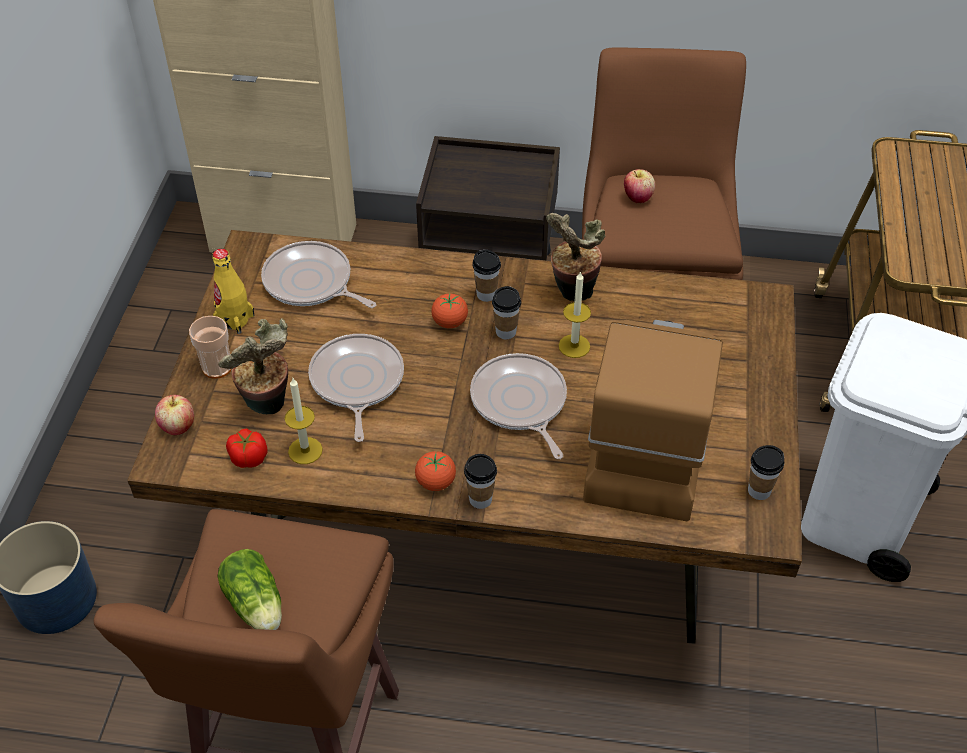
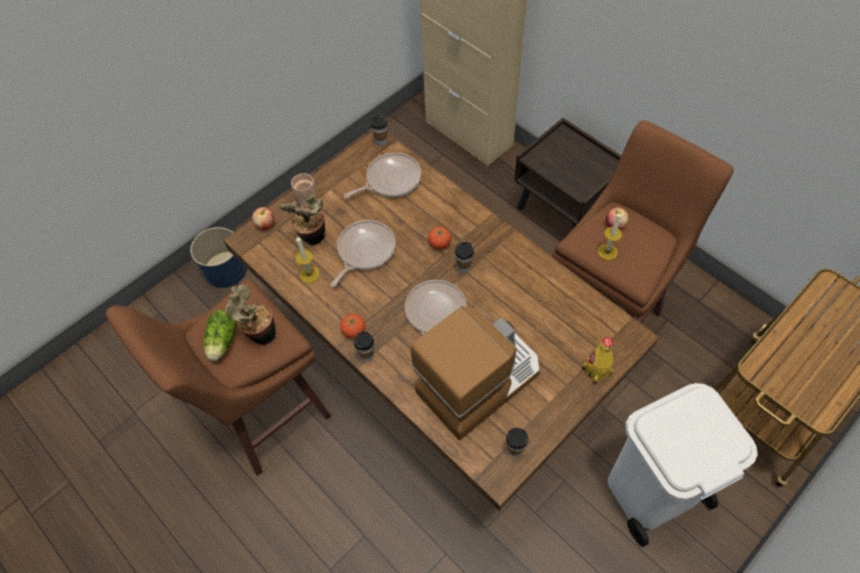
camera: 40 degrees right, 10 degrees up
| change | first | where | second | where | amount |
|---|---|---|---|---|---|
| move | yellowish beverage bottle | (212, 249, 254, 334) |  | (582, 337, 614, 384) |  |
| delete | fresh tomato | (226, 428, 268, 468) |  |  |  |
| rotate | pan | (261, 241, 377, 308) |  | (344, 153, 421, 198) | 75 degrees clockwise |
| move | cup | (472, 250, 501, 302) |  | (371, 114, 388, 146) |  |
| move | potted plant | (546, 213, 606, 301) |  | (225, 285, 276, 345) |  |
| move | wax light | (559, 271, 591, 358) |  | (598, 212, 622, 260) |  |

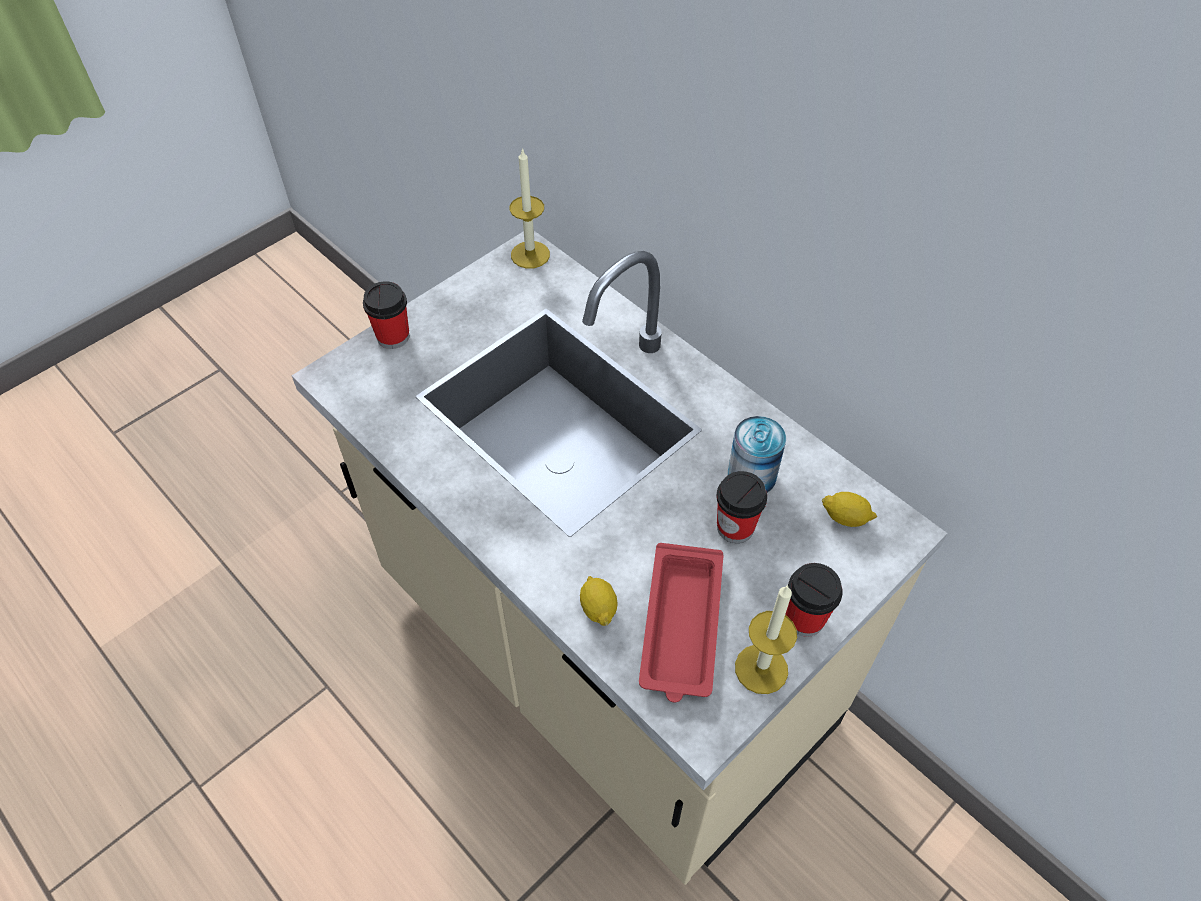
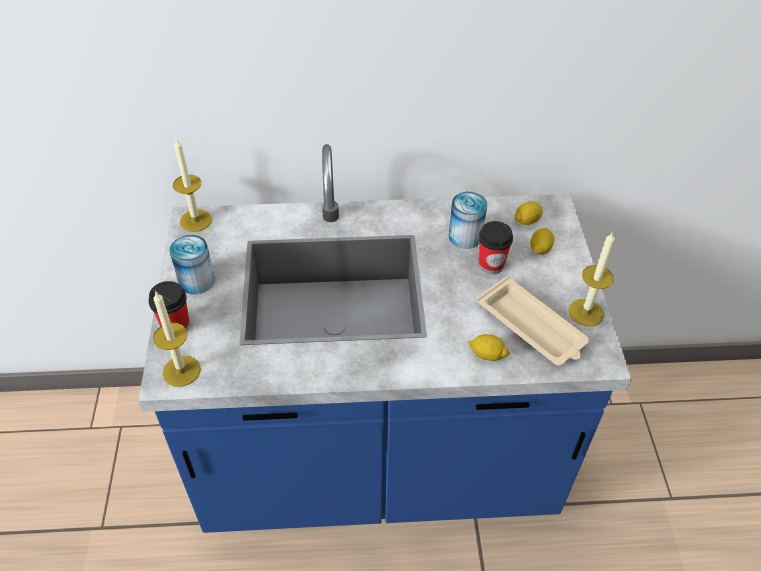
camera: 50 degrees left, 5 degrees down
| change | first | where | second | where | amount |
|---|---|---|---|---|---|
| recolor | beige-coloured kitchen counter | (292, 231, 948, 885) | blue-coloured kitchen counter | (138, 144, 632, 533) |  |
| recolor | red serving tray | (639, 543, 723, 703) | beige-coloured serving tray | (477, 276, 589, 366) |  |
| delete | cup | (785, 563, 843, 637) |  |  |  |
| insert |  |  | wax light | (153, 291, 201, 387) |  |
| insert |  |  | can | (169, 235, 215, 294) |  |
| insert |  |  | whole lemon | (530, 228, 555, 255) |  |

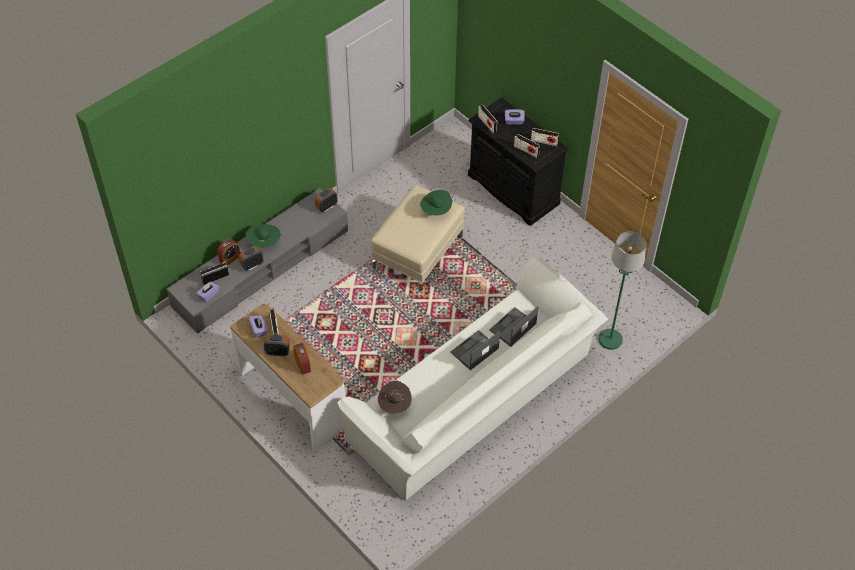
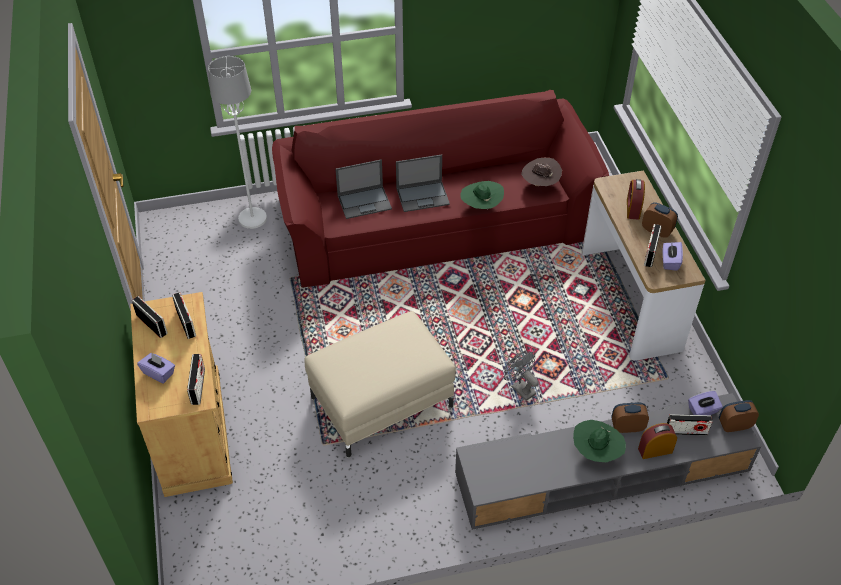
camera: 150 degrees left, 5 degrees down
| change | first | where | second | where | amount |
|---|---|---|---|---|---|
| move | table clock | (315, 188, 338, 212) |  | (719, 400, 759, 432) |  |
| recolor | whitish couch | (338, 256, 608, 500) | red couch | (272, 90, 609, 288) |  |
| move | green clothing hat | (420, 190, 453, 216) |  | (461, 181, 504, 209) |  |
| recolor | blackish cupboard | (468, 97, 568, 226) | beige-coloured cupboard | (130, 292, 233, 497) |  |
| recolor | green floor lamp | (599, 232, 646, 350) | whitish floor lamp | (208, 56, 267, 229) |  |
| insert |  |  | greyish fan | (504, 352, 539, 401) |  |

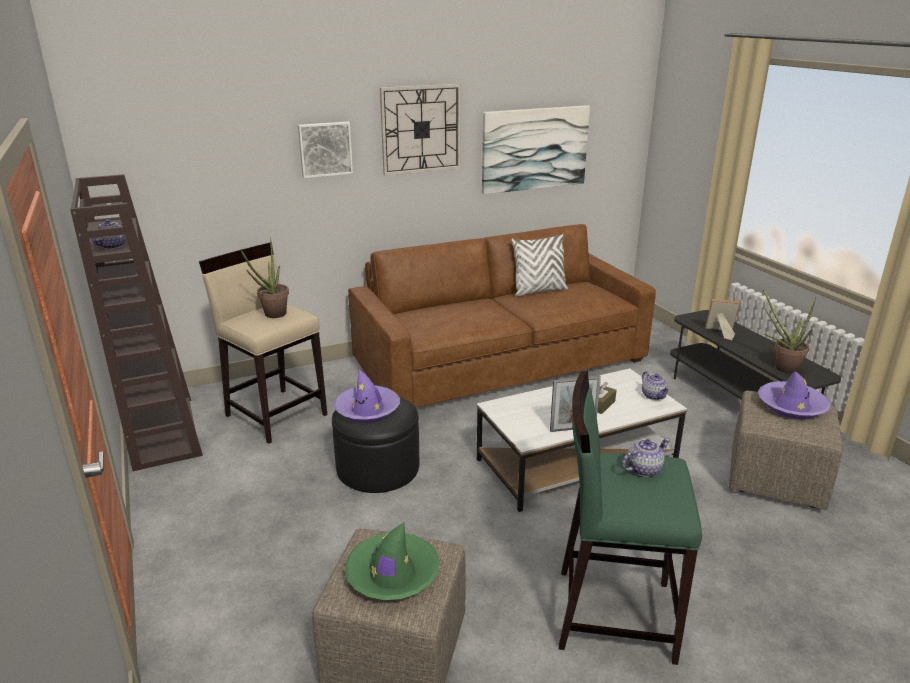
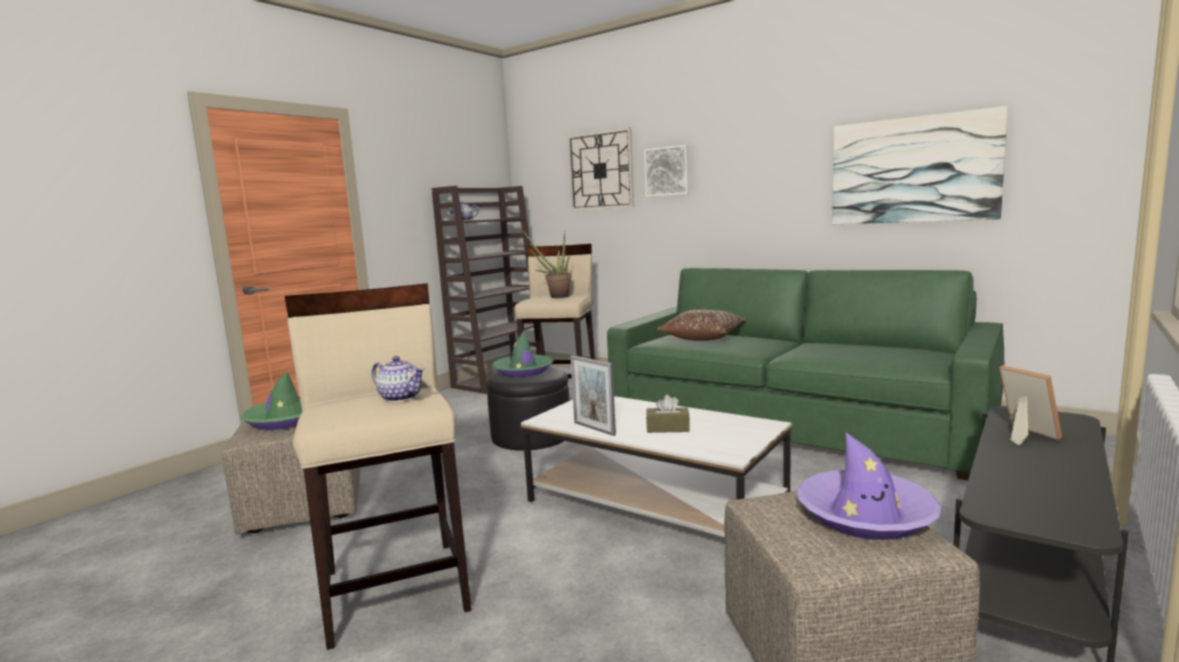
camera: 60 degrees right, 15 degrees down
| change | first | where | second | where | amount |
|---|---|---|---|---|---|
| recolor | purple-coloured clothing hat | (334, 369, 400, 423) | green clothing hat | (492, 331, 553, 377) |  |
| recolor | brownish couch | (348, 224, 656, 407) | green couch | (607, 268, 1005, 480) |  |
| move | wall clock | (380, 84, 461, 176) |  | (567, 127, 634, 211) |  |
| delete | whitish pillow | (511, 234, 568, 297) |  |  |  |
| recolor | green stool | (559, 371, 702, 665) | beige-coloured stool | (285, 283, 471, 650) |  |
| delete | tea pot | (642, 371, 670, 400) |  |  |  |
| delete | potted plant | (762, 287, 816, 374) |  |  |  |
| insert |  |  | brownish pillow | (657, 310, 746, 341) |  |

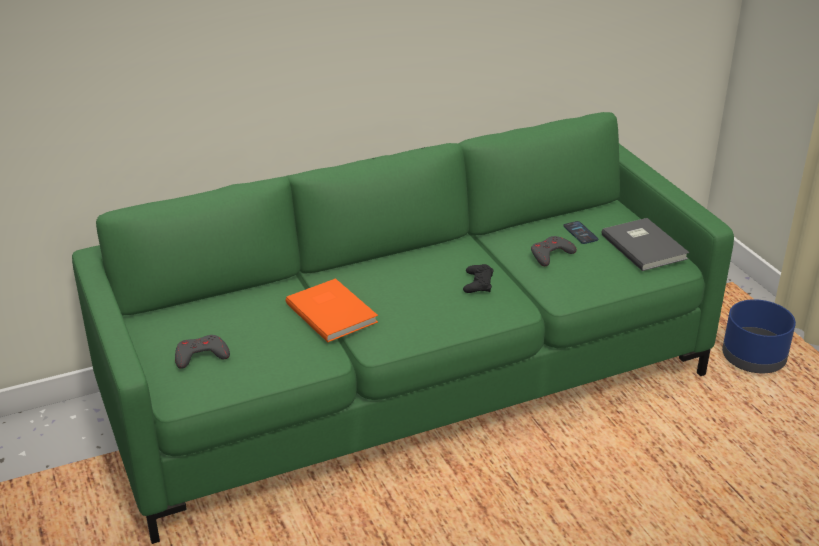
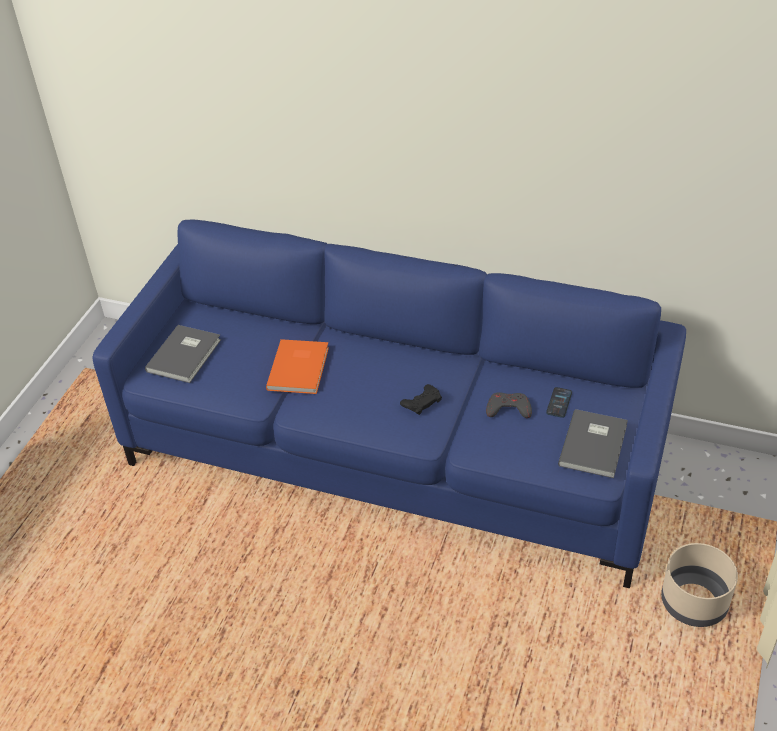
camera: 45 degrees right, 10 degrees up
| change | first | where | second | where | amount |
|---|---|---|---|---|---|
| recolor | green couch | (72, 112, 734, 544) | blue-coloured couch | (93, 220, 686, 588) |  |
| replace | greyish game controller | (175, 335, 230, 369) | greyish bound book | (145, 325, 221, 383) |  |
| recolor | blue-coloured plant pot | (722, 299, 796, 373) | beige-coloured plant pot | (661, 543, 738, 627) |  |

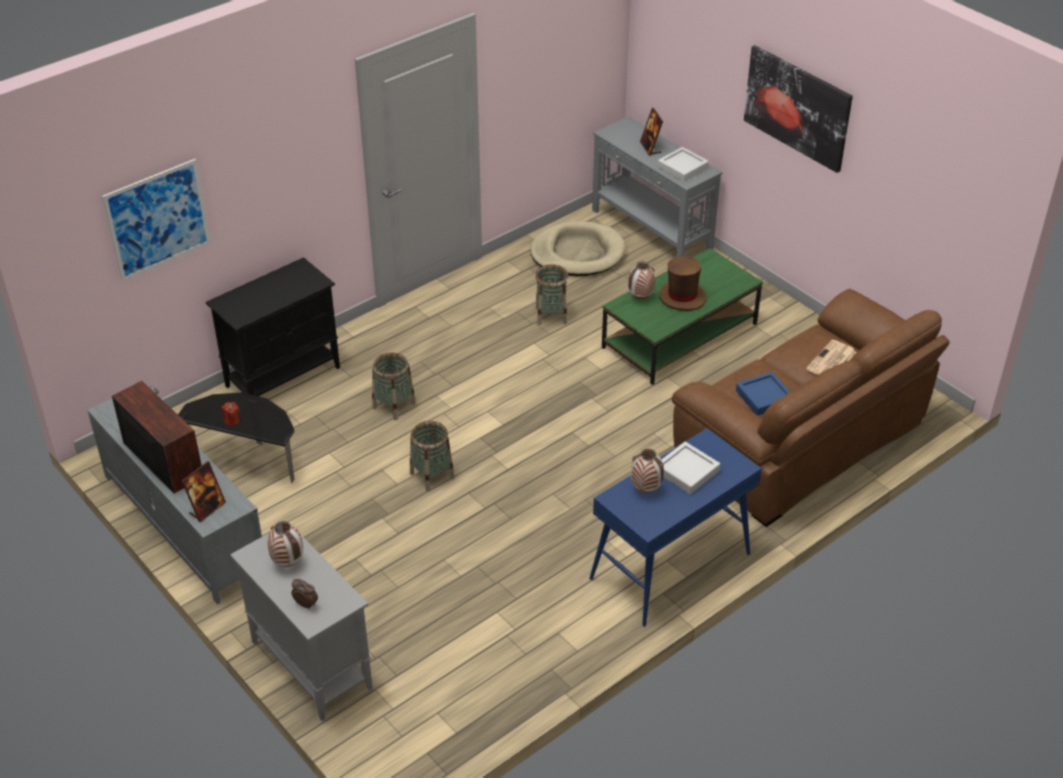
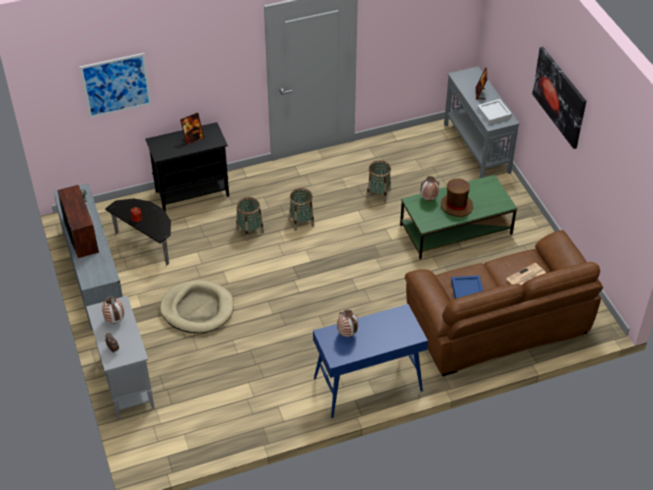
camera: 20 degrees right, 5 degrees up
| change | first | where | second | where | amount |
|---|---|---|---|---|---|
| move | picture frame | (182, 461, 226, 522) |  | (180, 112, 204, 145) |  |
| move | storage basket | (410, 421, 455, 492) |  | (289, 188, 314, 231) |  |
| move | beige-coloured dog bed | (530, 221, 626, 276) |  | (160, 280, 234, 333) |  |
| delete | greyish serving tray | (662, 442, 720, 494) |  |  |  |

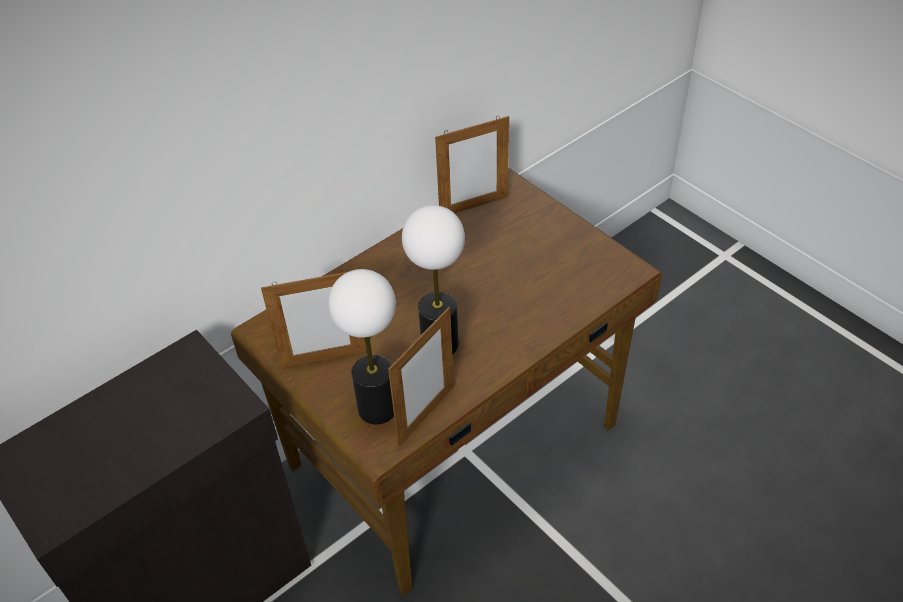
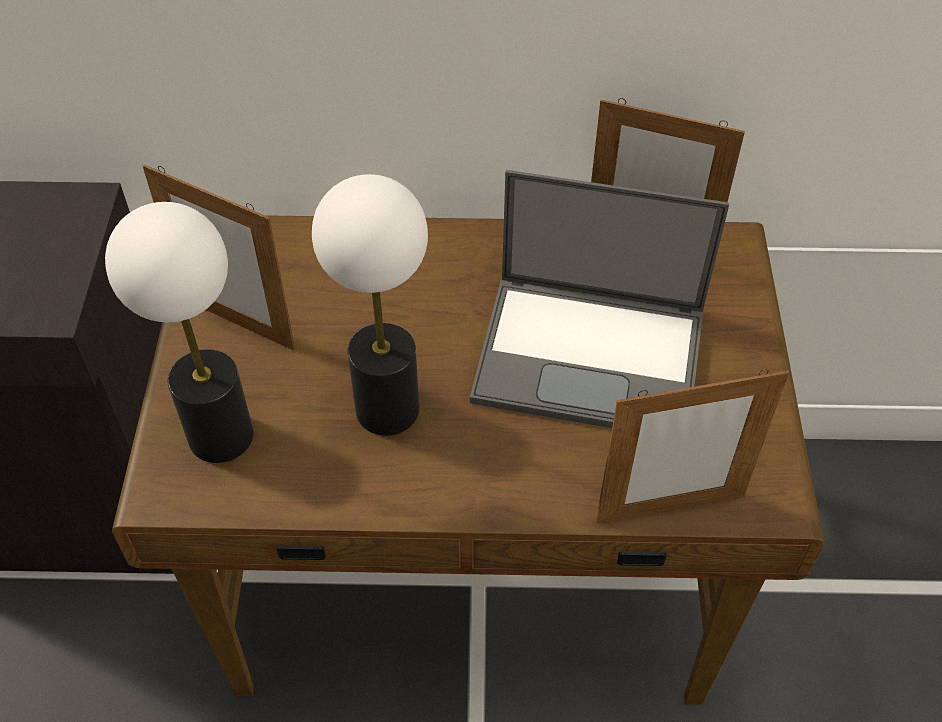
camera: 40 degrees right, 5 degrees up
| change | first | where | second | where | amount |
|---|---|---|---|---|---|
| move | picture frame | (388, 307, 454, 447) |  | (596, 369, 789, 523) |  |
| insert |  |  | laptop | (470, 170, 729, 428) |  |

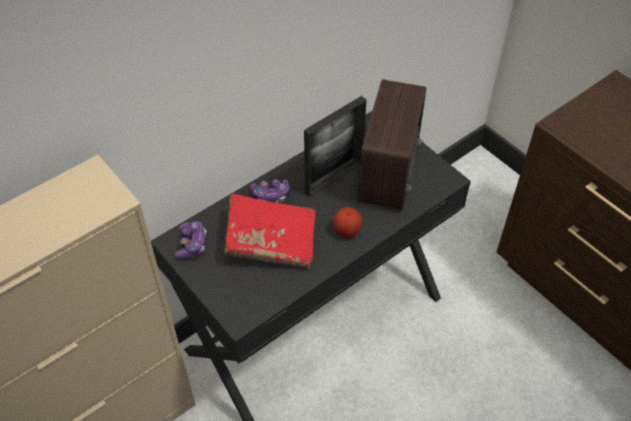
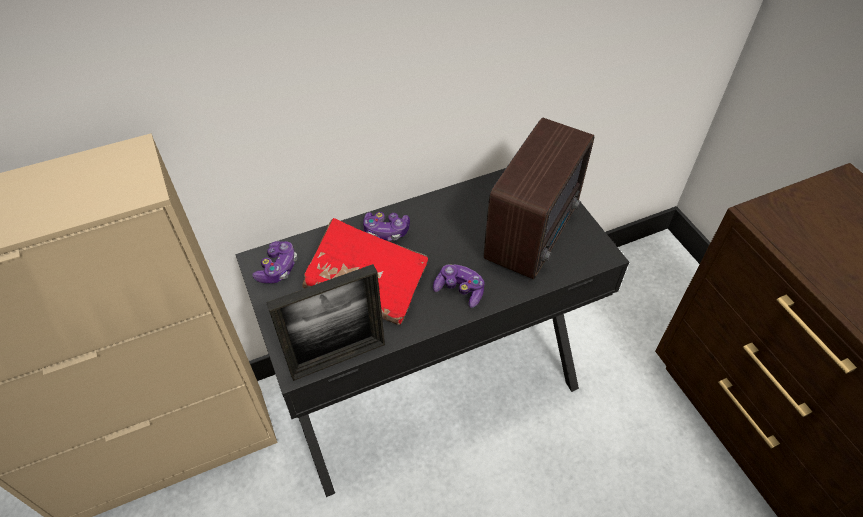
camera: 15 degrees right, 0 degrees up
| change | first | where | second | where | amount |
|---|---|---|---|---|---|
| move | picture frame | (304, 96, 367, 197) |  | (266, 264, 385, 381) |  |
| replace | whole apple | (333, 207, 362, 238) | game controller | (433, 264, 485, 308) |  |

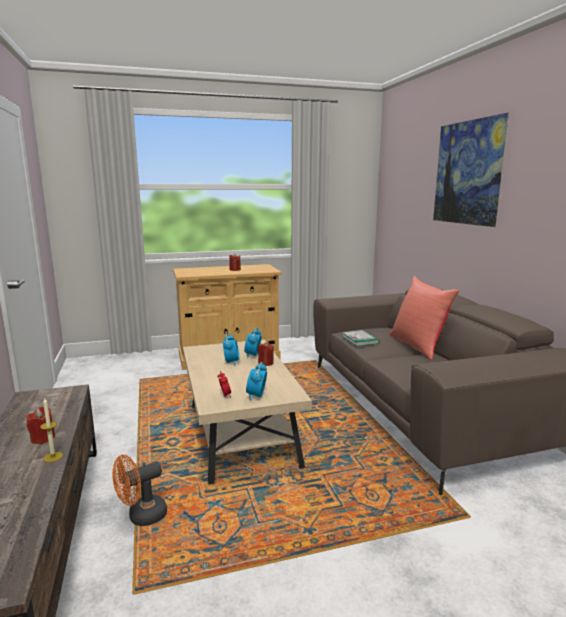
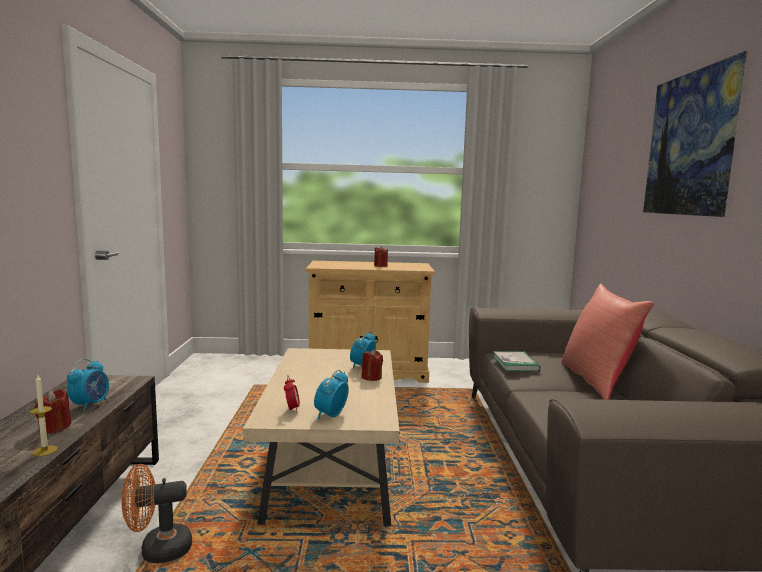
camera: 15 degrees right, 5 degrees down
| change | first | where | second | where | amount |
|---|---|---|---|---|---|
| move | table clock | (223, 333, 239, 366) |  | (67, 359, 109, 411) |  |

